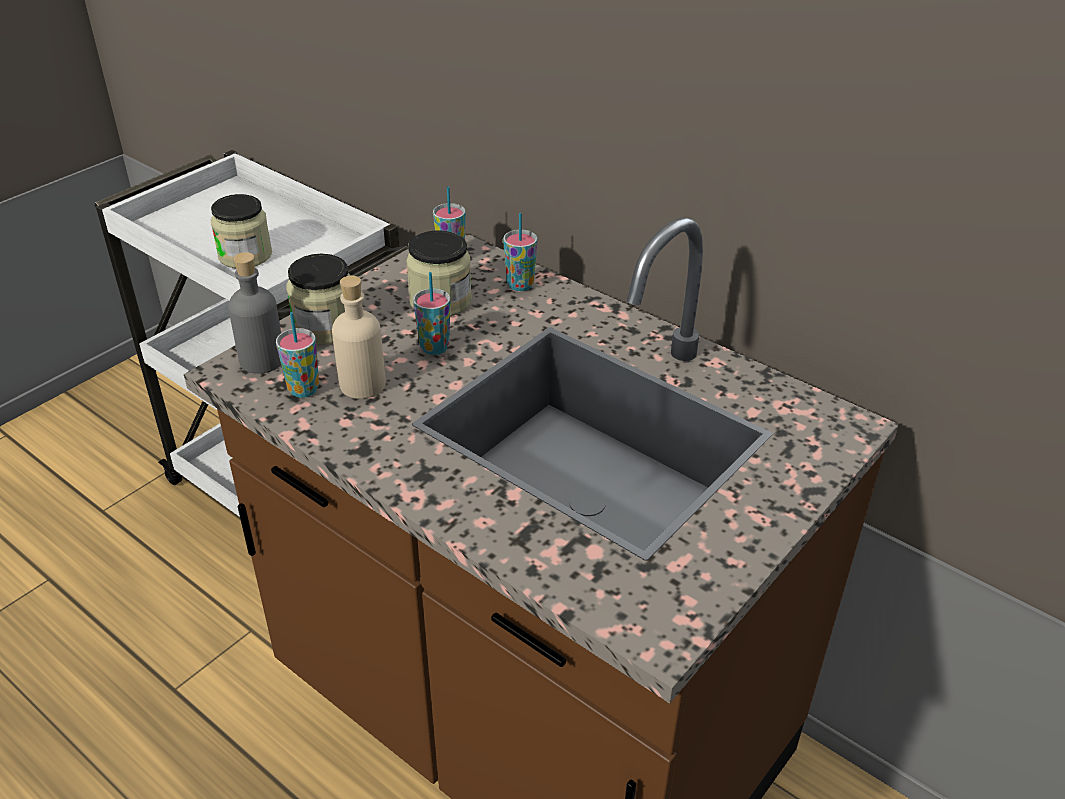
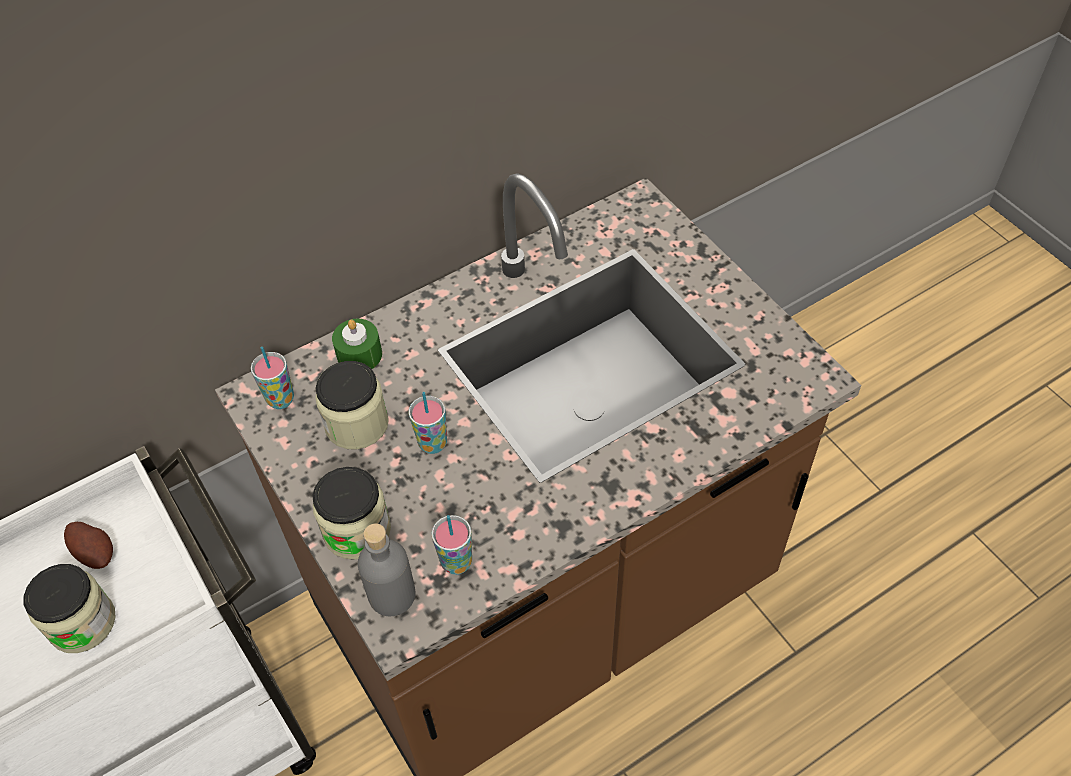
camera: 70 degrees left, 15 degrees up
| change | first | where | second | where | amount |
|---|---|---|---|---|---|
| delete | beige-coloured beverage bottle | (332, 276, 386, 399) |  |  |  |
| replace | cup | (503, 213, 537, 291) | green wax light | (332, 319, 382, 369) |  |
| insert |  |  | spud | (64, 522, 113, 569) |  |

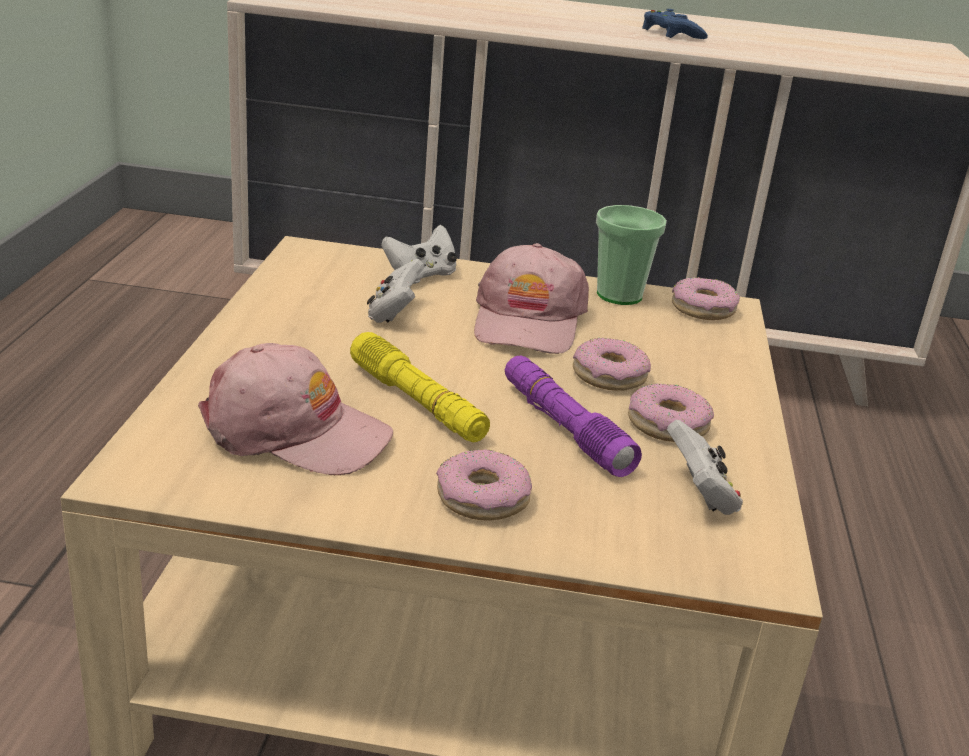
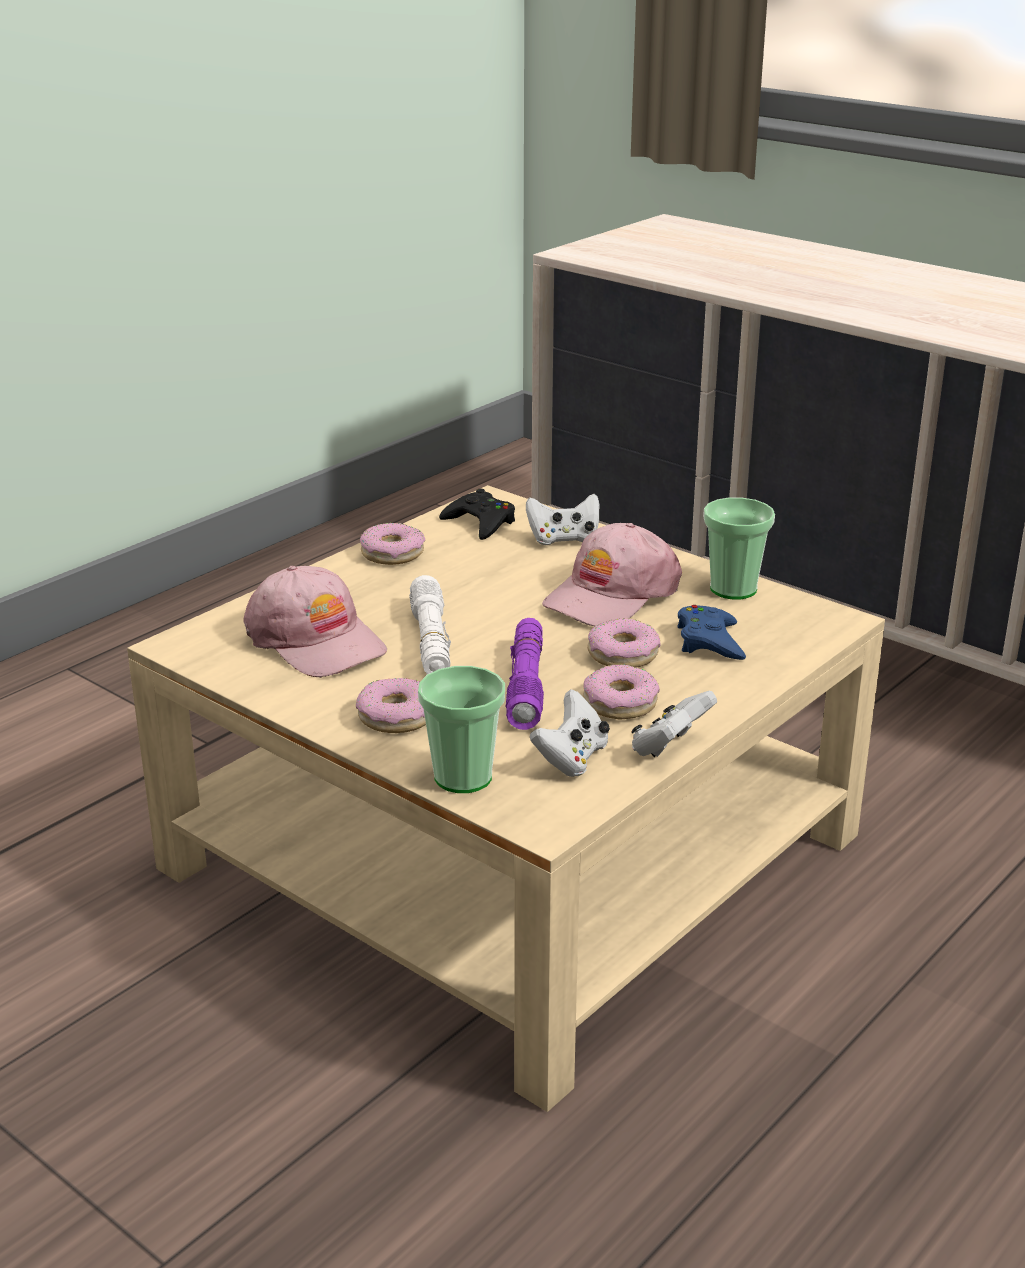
camera: 35 degrees right, 0 degrees up
| change | first | where | second | where | amount |
|---|---|---|---|---|---|
| recolor | yellowish torch | (350, 332, 490, 442) | whitish torch | (409, 575, 451, 674) |  |
| move | whitish game controller | (367, 259, 424, 323) |  | (632, 691, 717, 757) |  |
| move | blue-coloured game controller | (642, 9, 708, 39) |  | (677, 605, 746, 660) |  |
| move | ring doughnut | (672, 277, 740, 320) |  | (360, 523, 425, 565) |  |
| insert |  |  | cup | (418, 666, 505, 793) |  |
| insert |  |  | blackish game controller | (439, 489, 515, 540) |  |

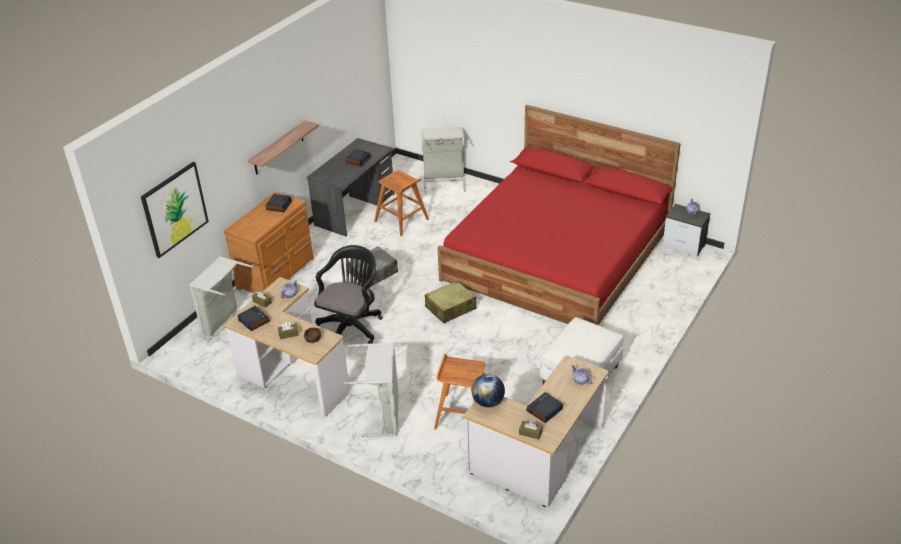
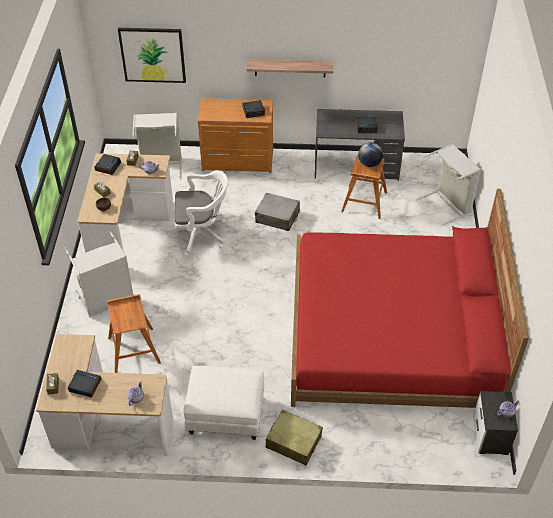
camera: 60 degrees right, 10 degrees up
| change | first | where | second | where | amount |
|---|---|---|---|---|---|
| recolor | blackish computer chair | (314, 245, 382, 344) | whitish computer chair | (166, 170, 228, 256) |  |
| move | beige-coloured piece of luggage | (425, 281, 476, 323) |  | (266, 409, 323, 466) |  |
| move | globe | (472, 374, 505, 407) |  | (358, 142, 383, 167) |  |

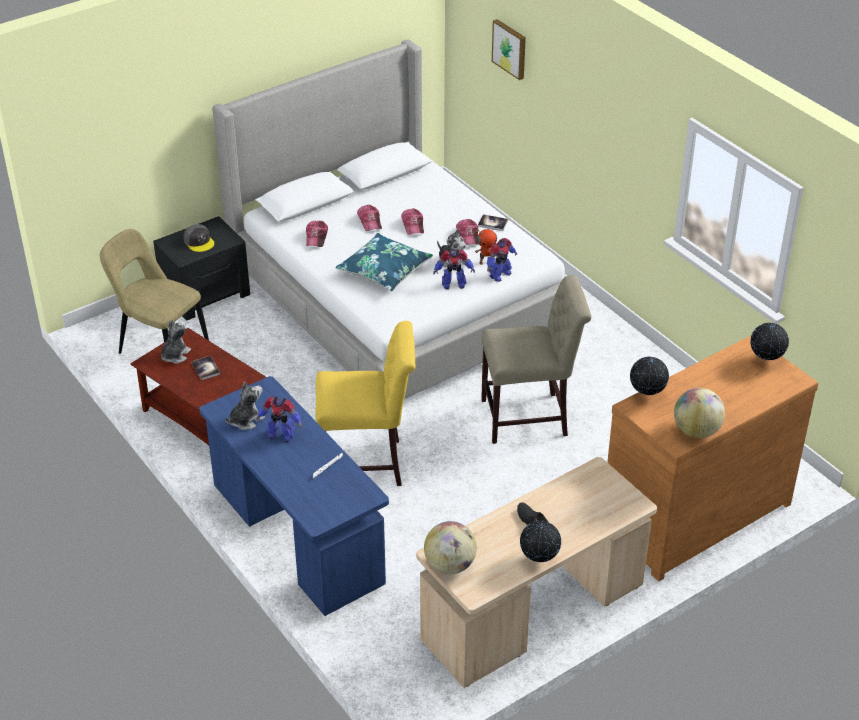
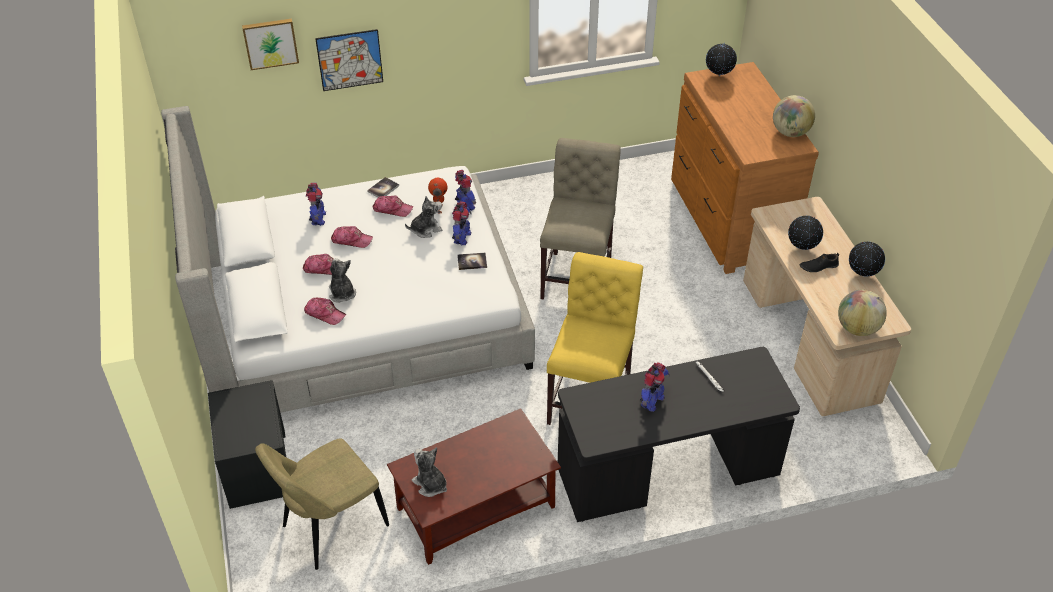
camera: 70 degrees left, 5 degrees up
| change | first | where | second | where | amount |
|---|---|---|---|---|---|
| delete | greyish cap | (183, 224, 214, 252) |  |  |  |
| move | bound book | (191, 356, 221, 380) |  | (457, 253, 487, 270) |  |
| recolor | blue-coloured desk unit | (199, 376, 389, 616) | blackish desk unit | (558, 347, 800, 522) |  |
| move | soft toy | (225, 382, 265, 430) |  | (329, 258, 356, 303) |  |
| delete | blue-coloured pillow | (335, 233, 433, 291) |  |  |  |
| move | globe | (630, 356, 669, 395) |  | (788, 216, 823, 250) |  |
| insert |  |  | toy robot | (306, 183, 326, 226) |  |
| insert |  |  | wall picture | (315, 29, 383, 91) |  |

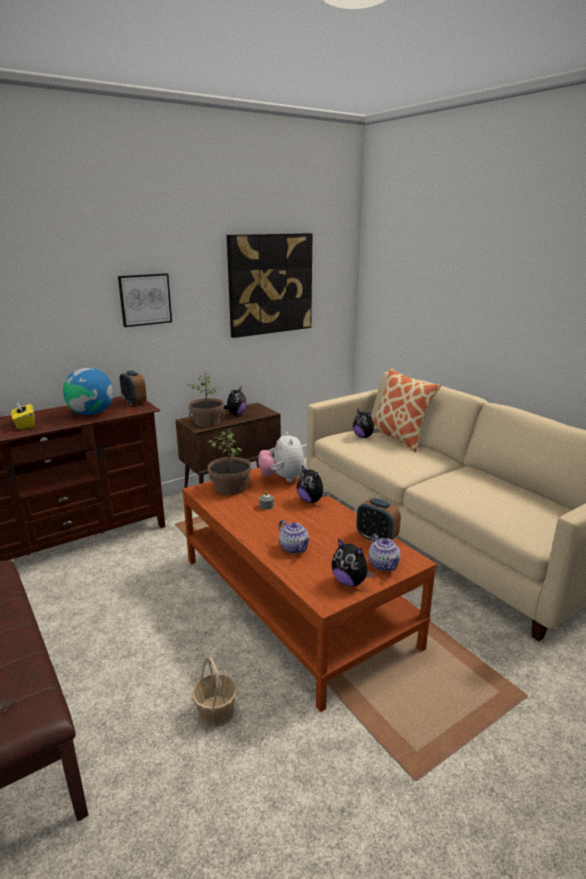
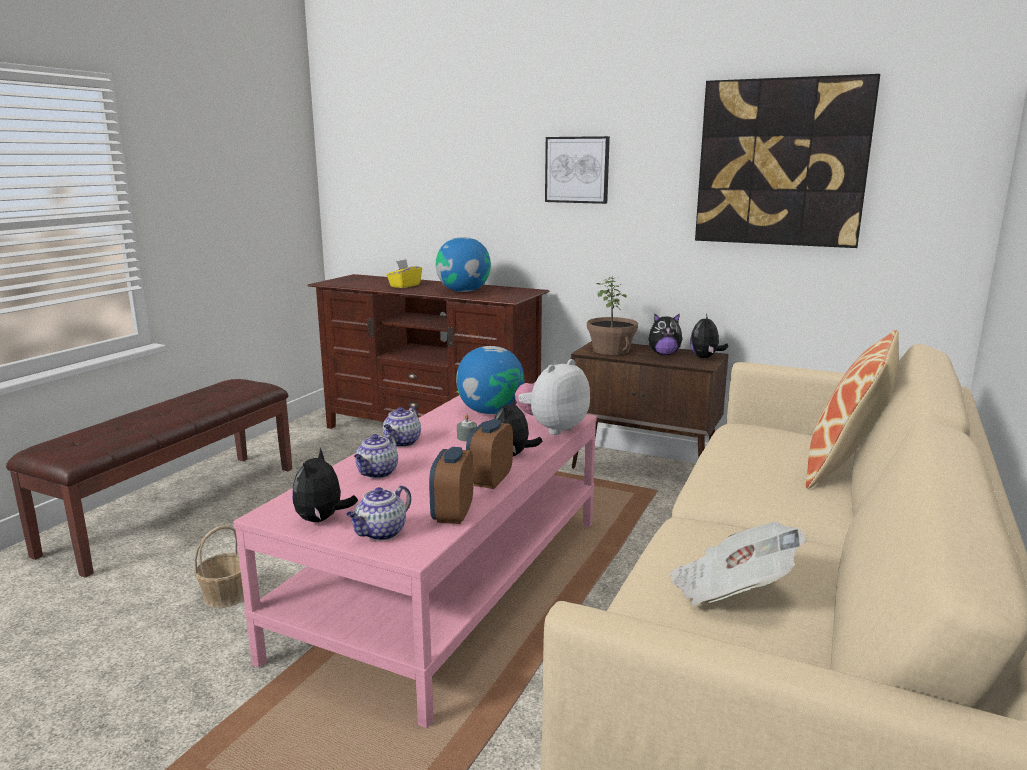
camera: 60 degrees right, 5 degrees down
| change | first | where | second | where | amount |
|---|---|---|---|---|---|
| move | table clock | (120, 370, 146, 406) |  | (466, 419, 513, 489) |  |
| recolor | brownish low table | (182, 468, 437, 712) | pink low table | (233, 395, 597, 728) |  |
| replace | potted plant | (208, 429, 252, 495) | globe | (456, 346, 524, 414) |  |
| move | soft toy | (353, 409, 378, 438) |  | (690, 313, 728, 358) |  |
| insert |  |  | tea pot | (383, 407, 421, 447) |  |
| insert |  |  | printed paper | (669, 522, 807, 606) |  |

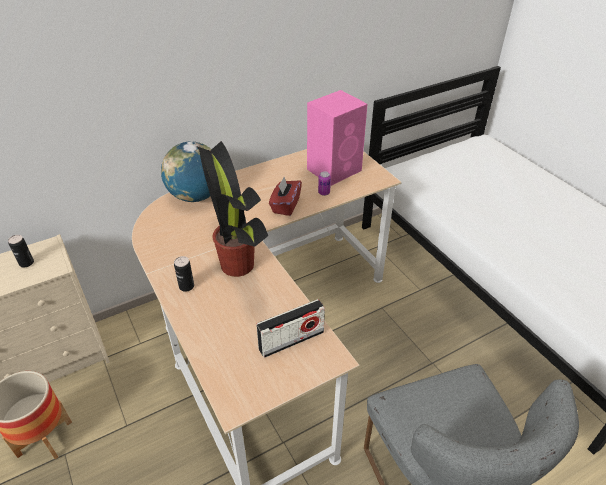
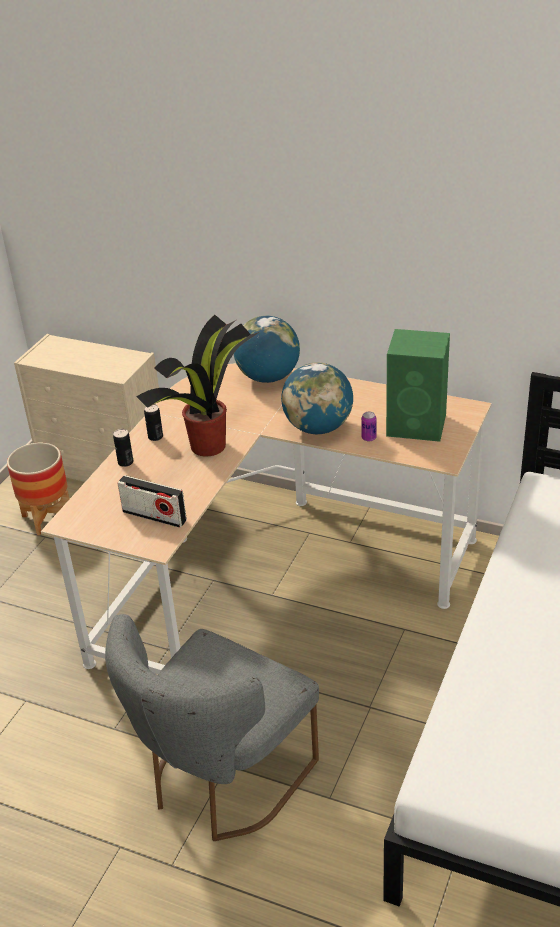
camera: 55 degrees right, 5 degrees down
| change | first | where | second | where | amount |
|---|---|---|---|---|---|
| move | can | (8, 235, 34, 267) |  | (113, 429, 133, 467) |  |
| replace | red box of tissues | (269, 177, 302, 216) | globe | (281, 362, 353, 434) |  |
| recolor | pink audio speaker | (307, 90, 368, 186) | green audio speaker | (386, 329, 450, 442) |  |

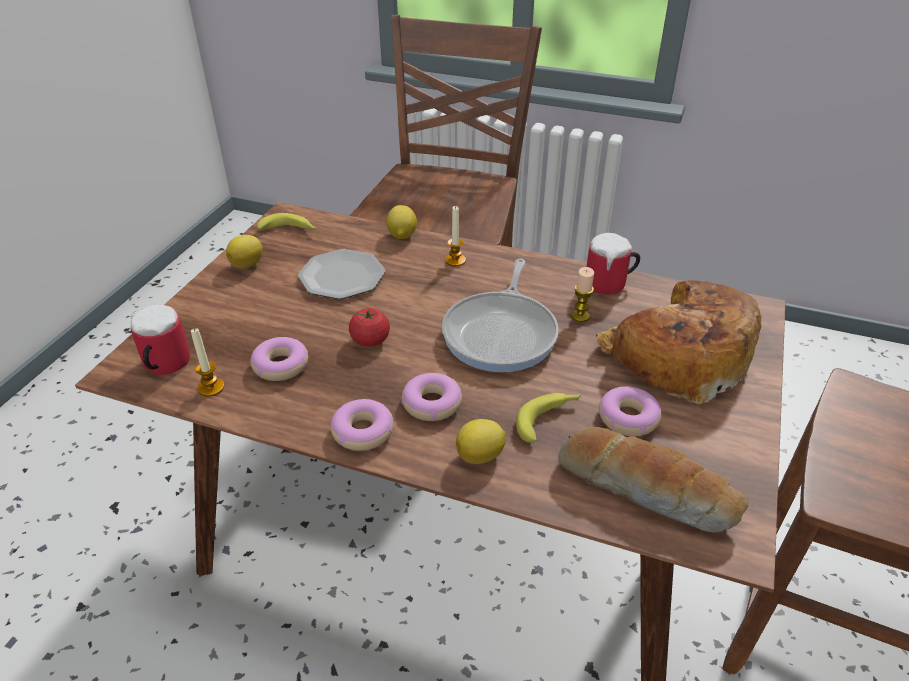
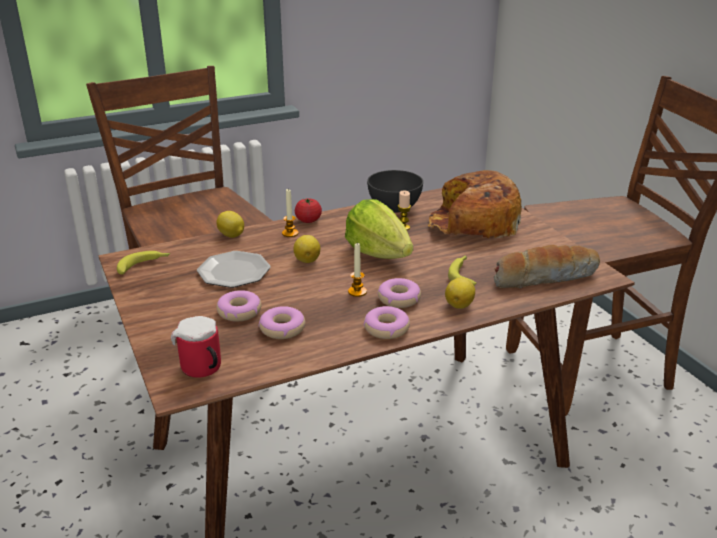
camera: 45 degrees left, 10 degrees down
| change | first | where | second | where | amount |
|---|---|---|---|---|---|
| move | wax light | (191, 328, 224, 397) |  | (348, 243, 367, 297) |  |
| move | whole lemon | (226, 235, 263, 269) |  | (293, 235, 320, 263) |  |
| move | fresh tomato | (349, 308, 390, 347) |  | (295, 198, 322, 223) |  |
| replace | pan | (442, 259, 559, 372) | lettuce head | (345, 199, 413, 259) |  |
| replace | coffee mug | (587, 233, 640, 295) | greyish bowl | (367, 170, 423, 213) |  |
| move | ring doughnut | (599, 386, 661, 436) |  | (216, 290, 261, 322) |  |

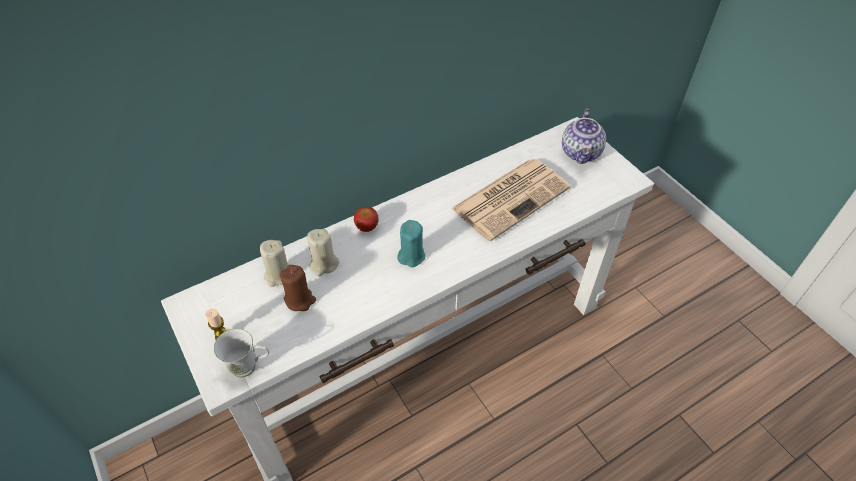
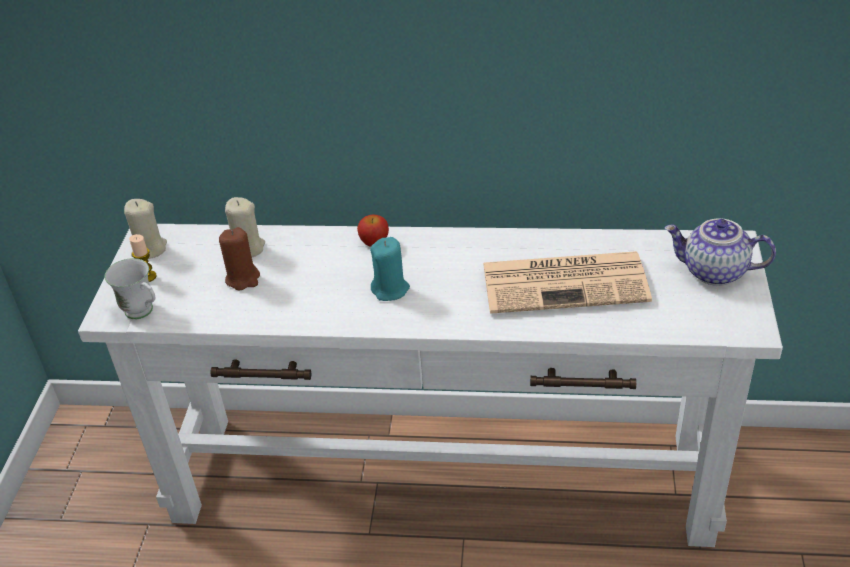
camera: 40 degrees right, 10 degrees down
| change | first | where | second | where | amount |
|---|---|---|---|---|---|
| move | beige-coloured wax light | (307, 229, 339, 276) |  | (124, 199, 167, 259) |  |
| rotate | tea pot | (562, 108, 606, 164) |  | (664, 218, 776, 286) | 60 degrees clockwise |

